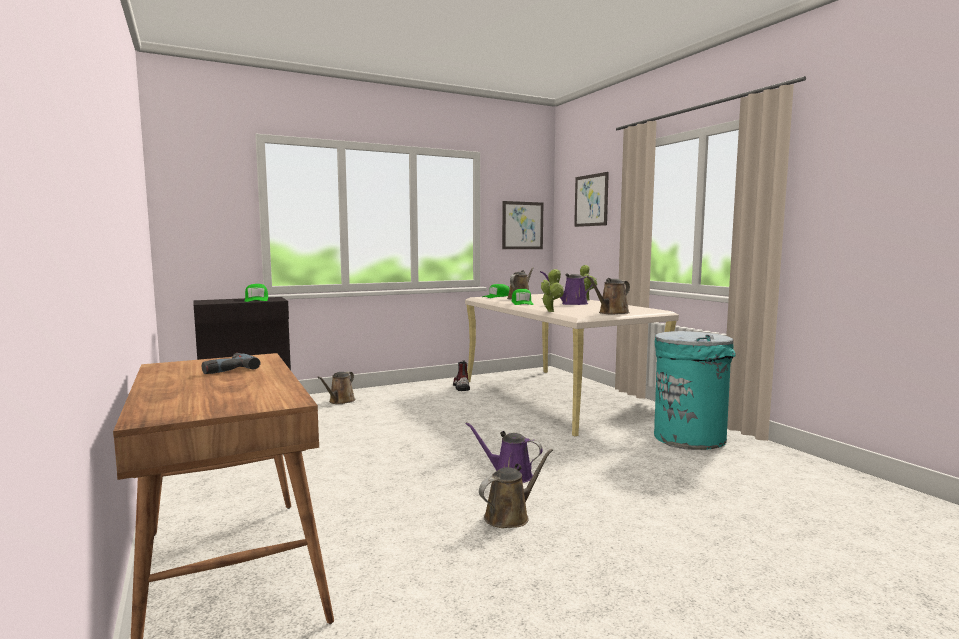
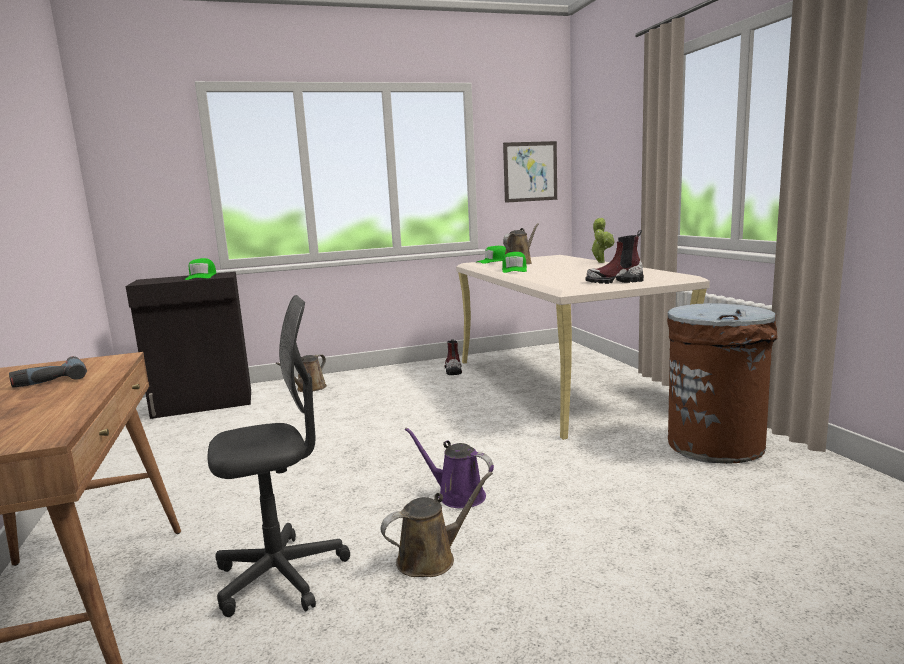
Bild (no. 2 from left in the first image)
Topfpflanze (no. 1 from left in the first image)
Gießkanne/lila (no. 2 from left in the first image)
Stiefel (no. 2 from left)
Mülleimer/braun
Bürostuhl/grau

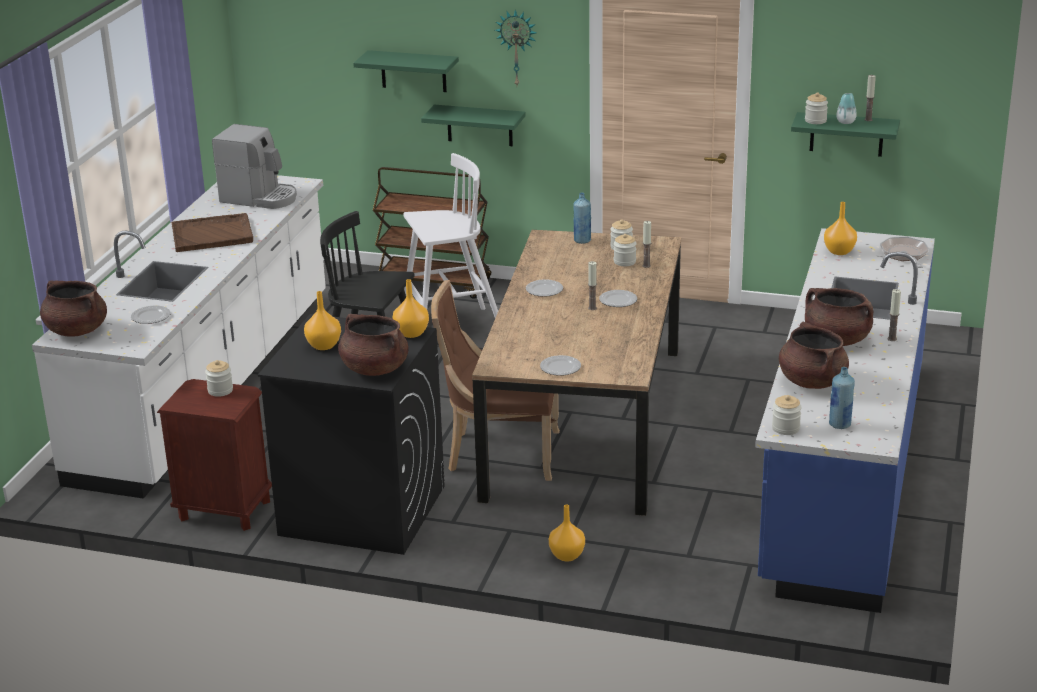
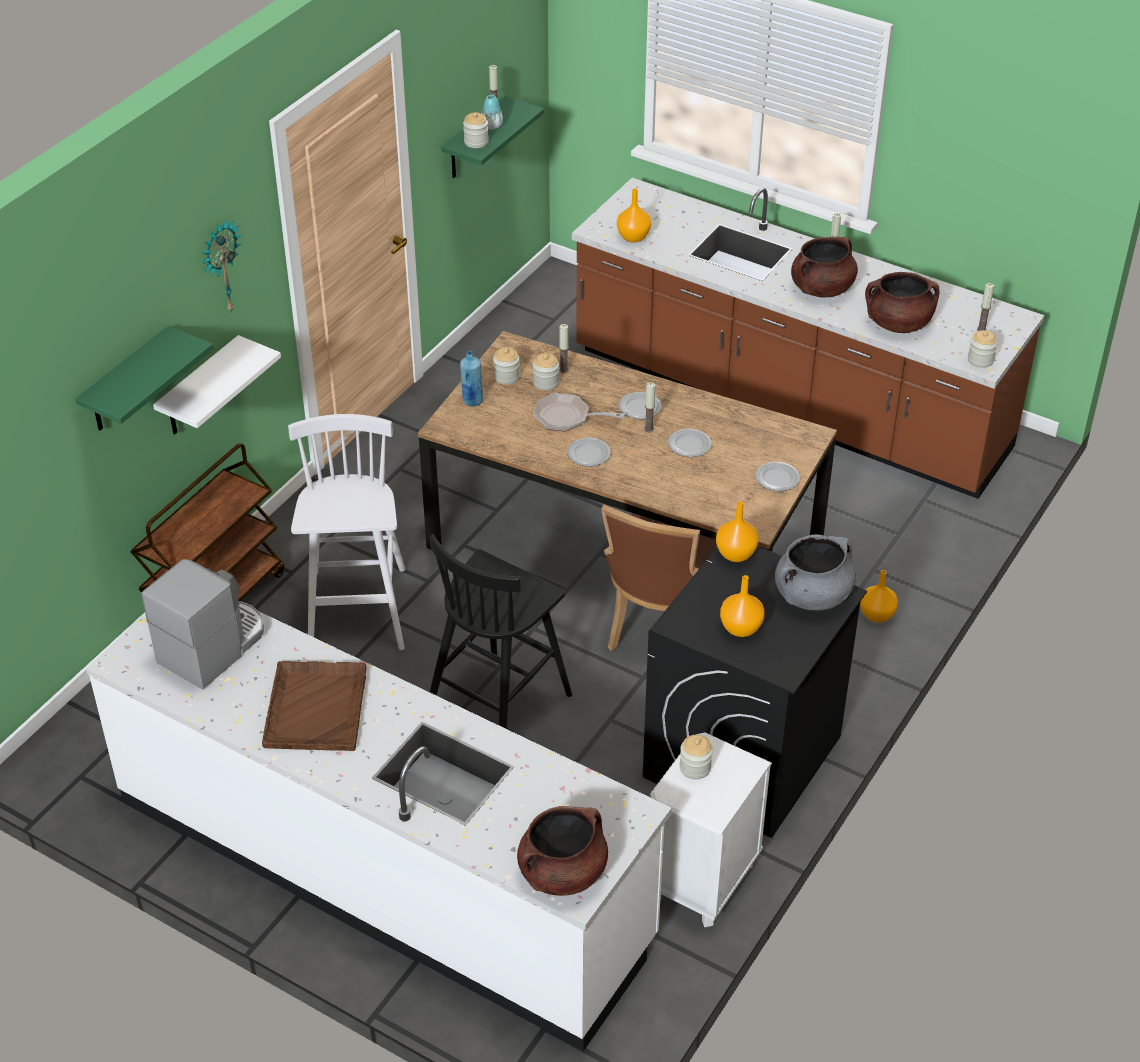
Wandregal/weiß
Küchenzeile/braun
Pfanne
Teller (no. 3 from left)
Kochtopf/grau
Kerze (no. 5 from left)
Nachttisch/weiß

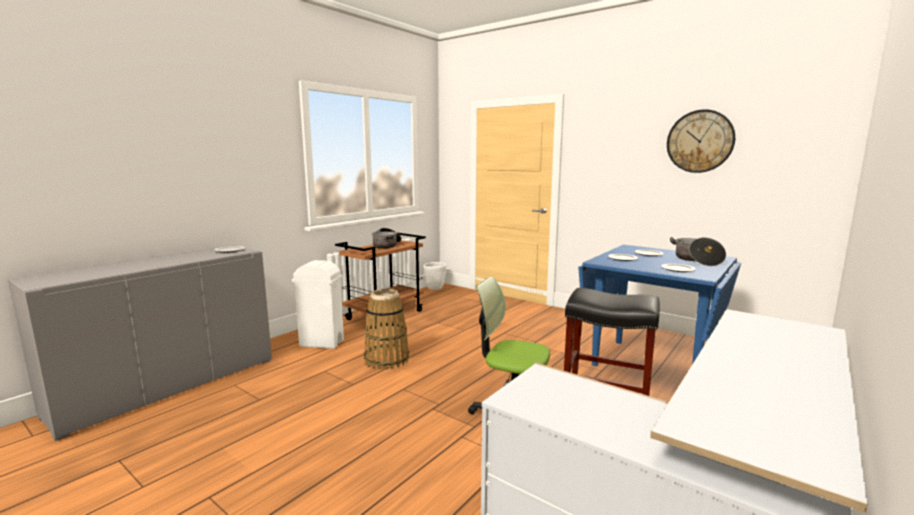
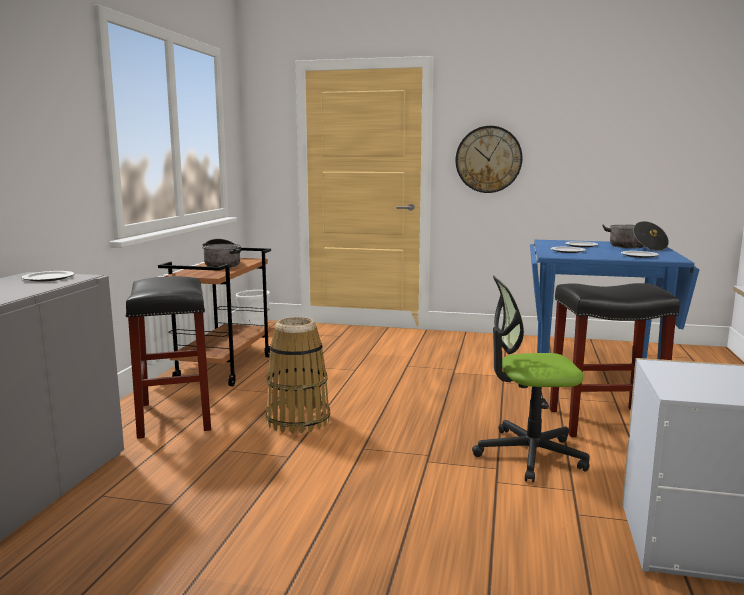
Wanduhr
Hocker/schwarz (no. 1 from left)

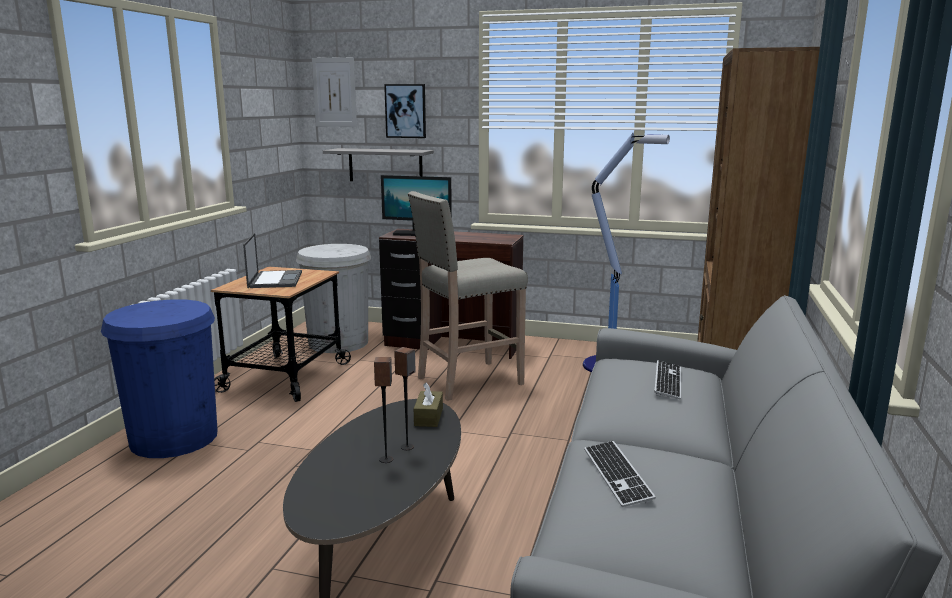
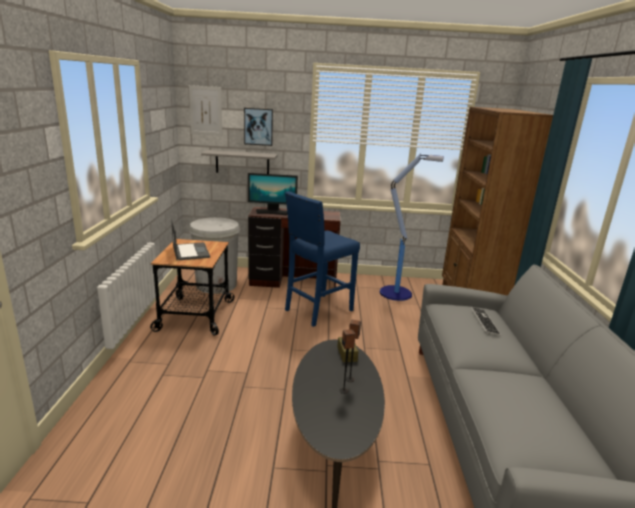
Hocker/blau
Mülleimer/blau
Tastatur (no. 1 from left in the first image)

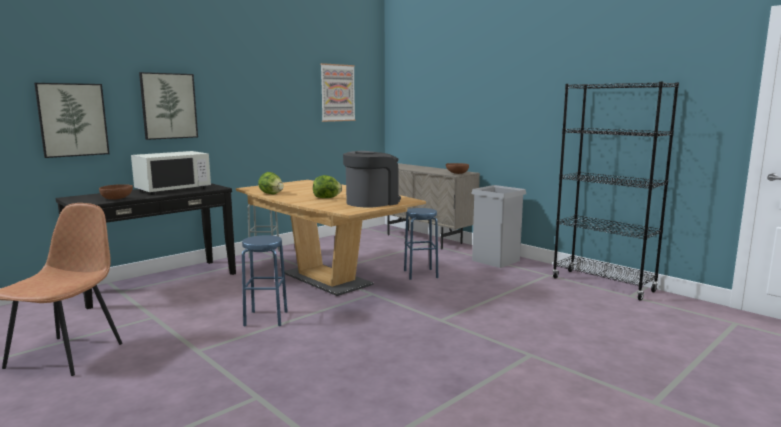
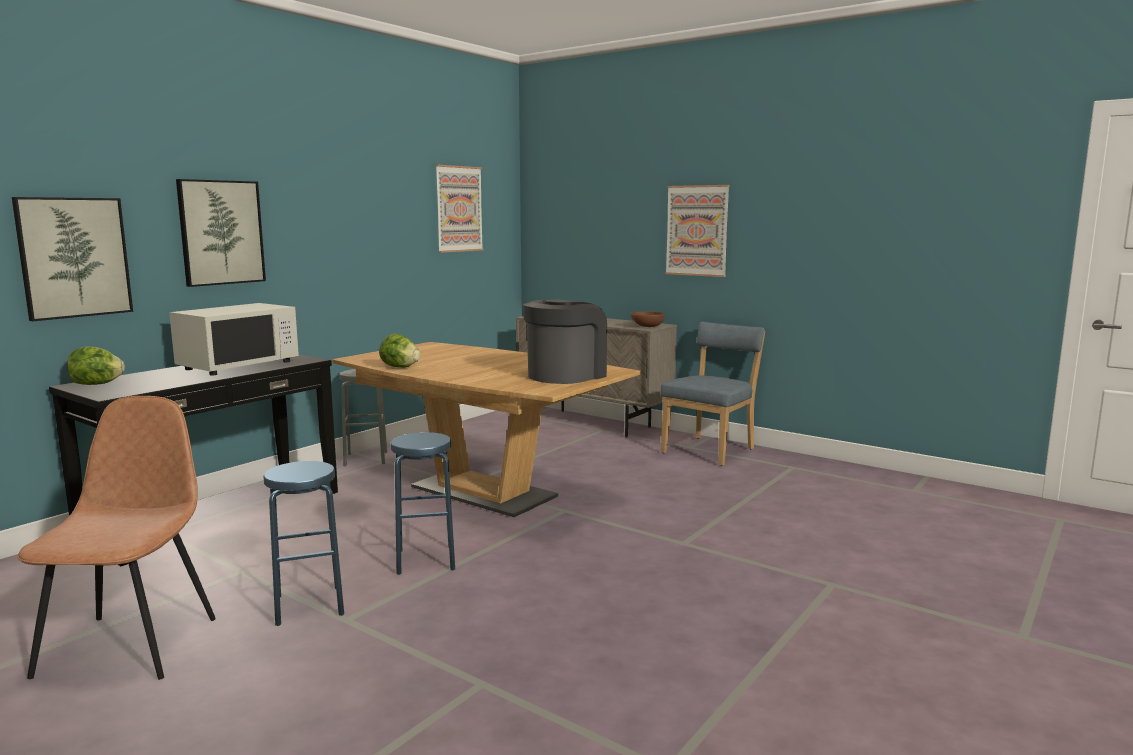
Bücherregal/schwarz
Salatkopf (no. 1 from left)
Schüssel/braun (no. 1 from left in the first image)
Stuhl/blau
Hocker/blau (no. 1 from left)
Bild (no. 4 from left)

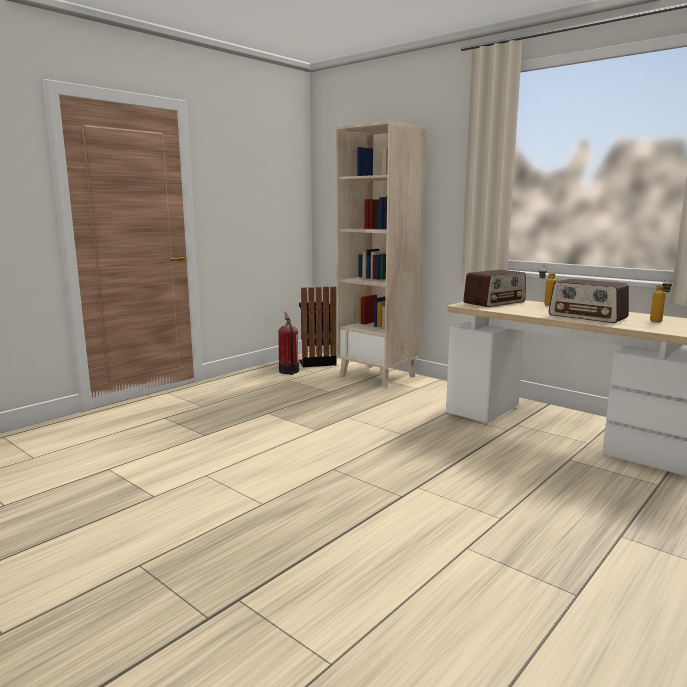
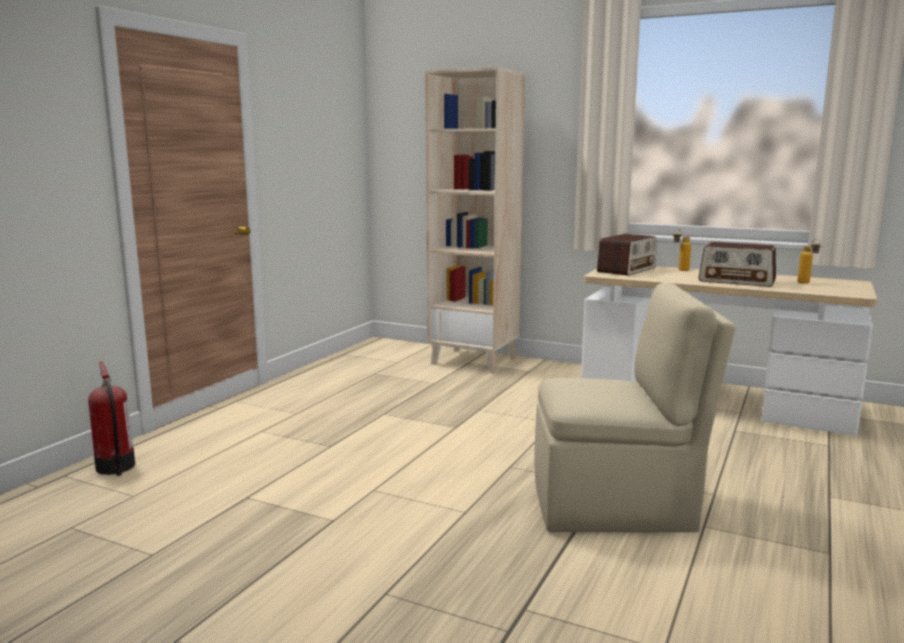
Mülleimer/schwarz
Feuerlöscher
Stuhl/beige

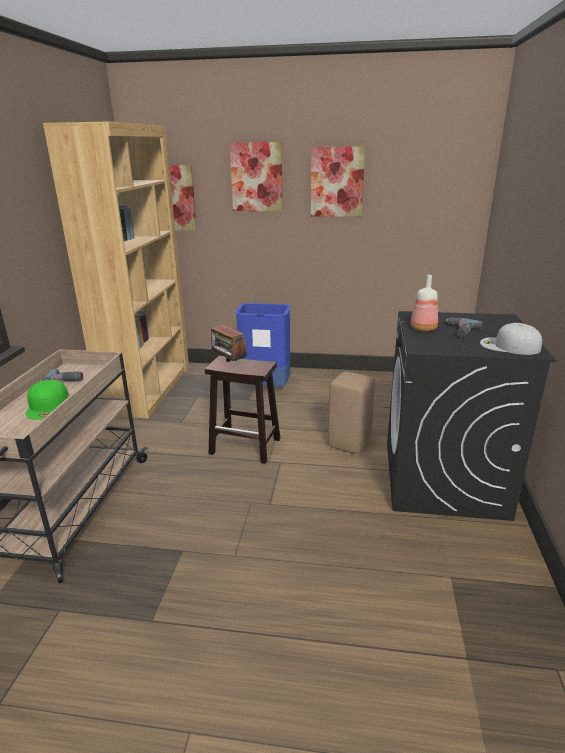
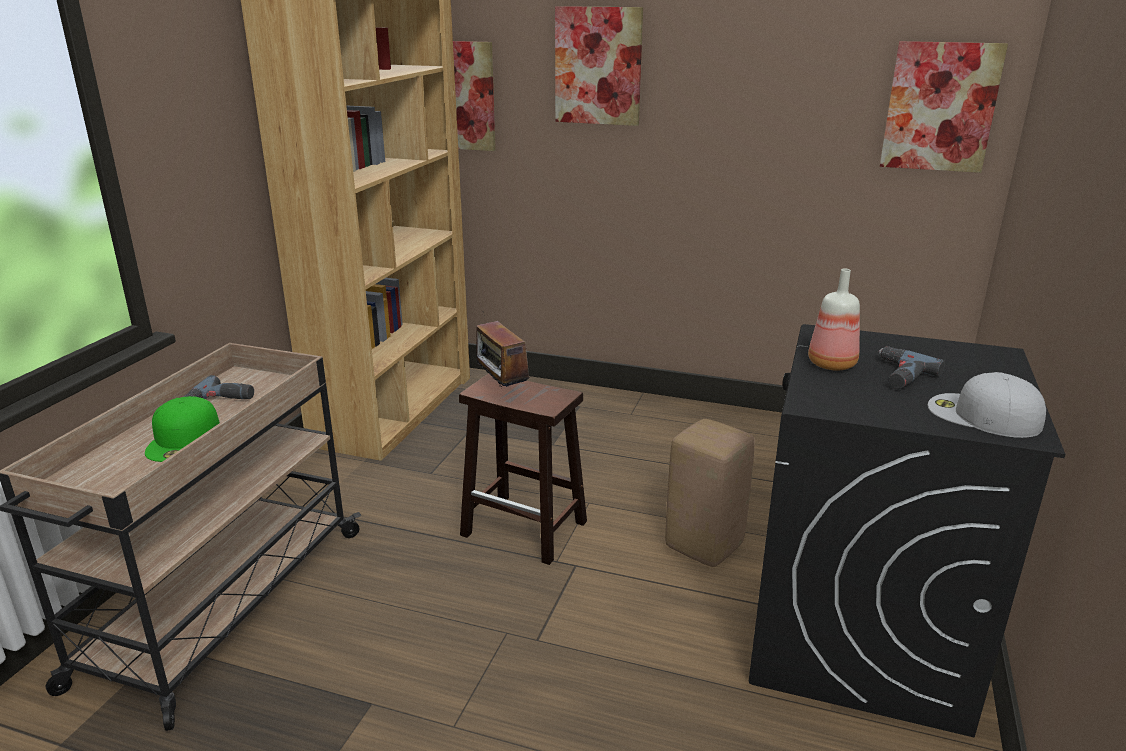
Bild (no. 3 from left)
Mülleimer/blau

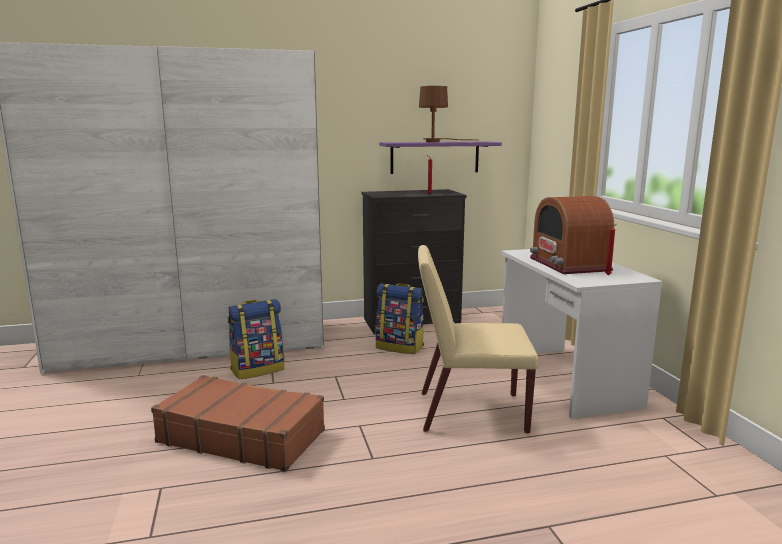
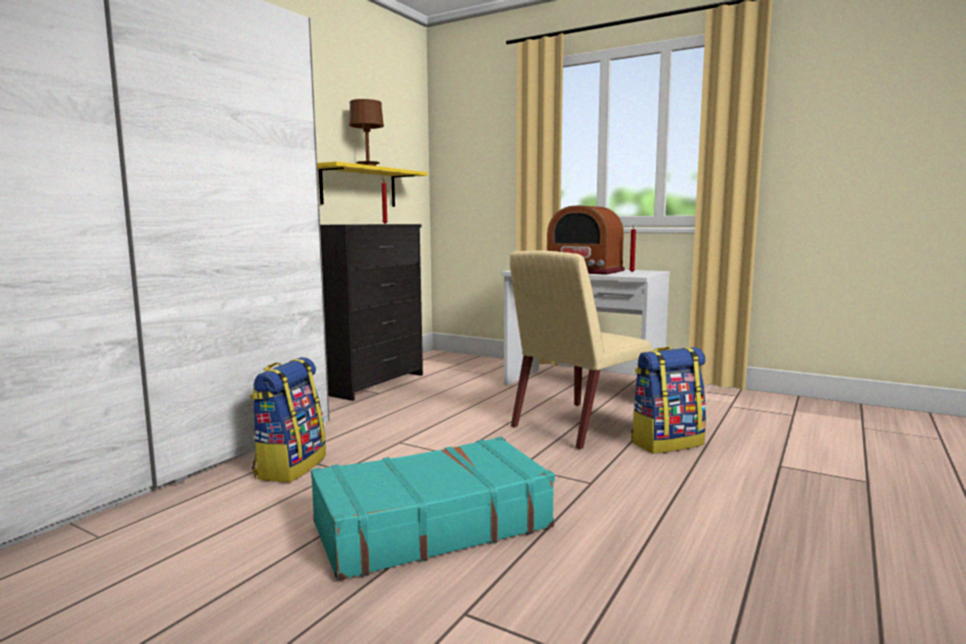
Wandregal/gelb
Rucksack (no. 2 from left)
Koffer/türkis

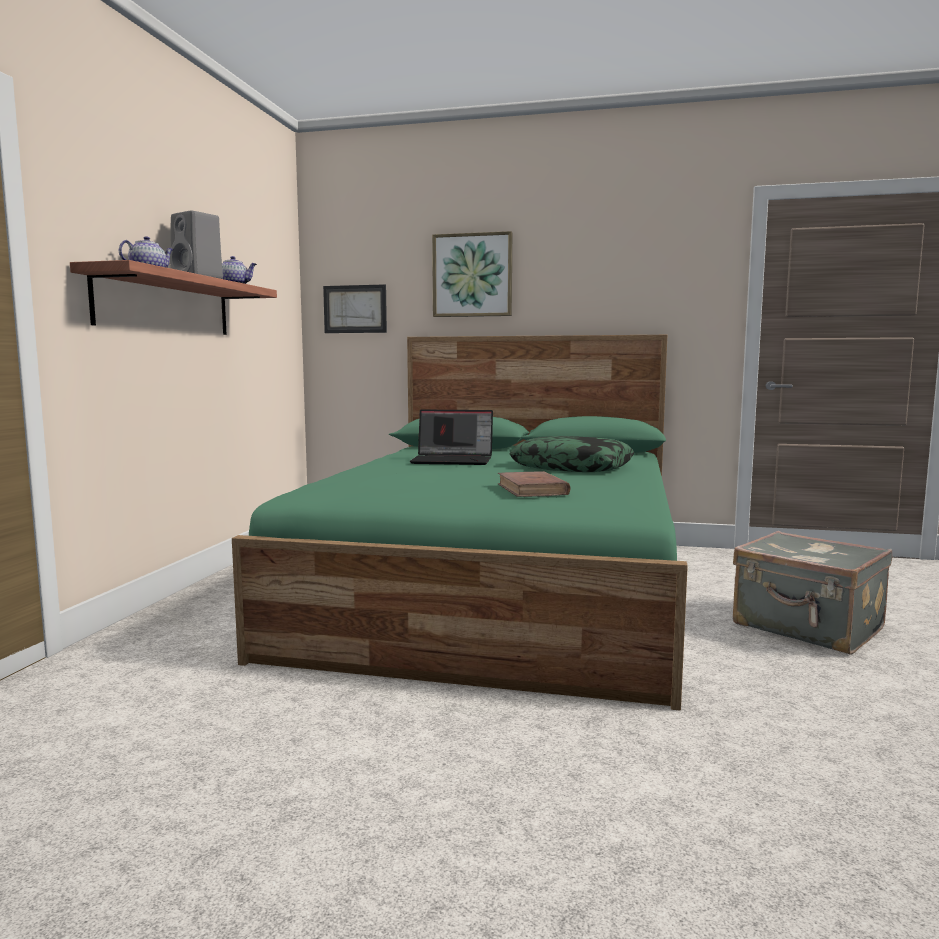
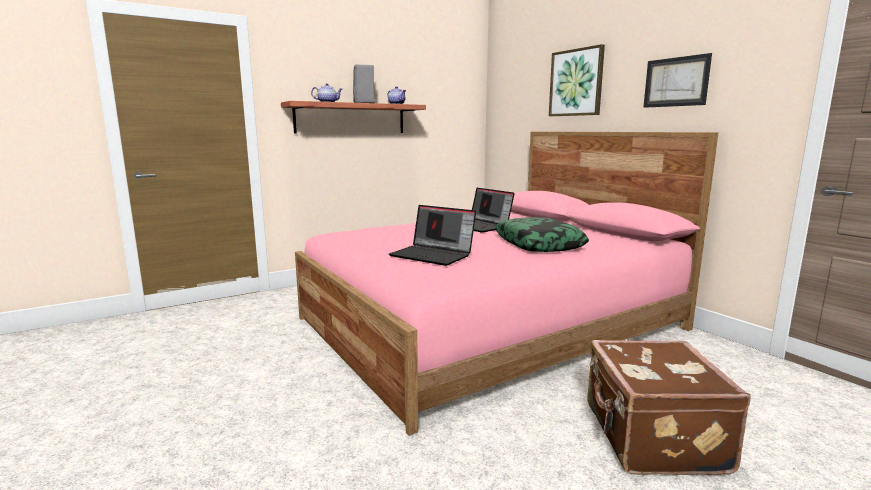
Bild (no. 2 from left)
Bett/rosa
Laptop (no. 1 from left)
Koffer/braun

